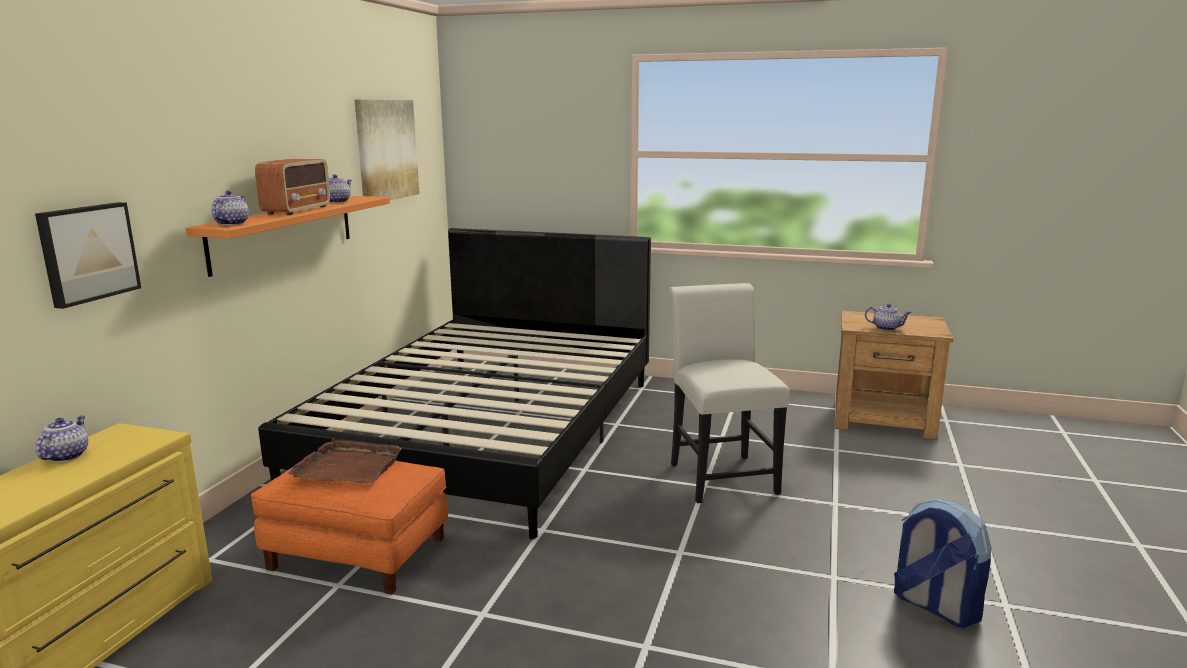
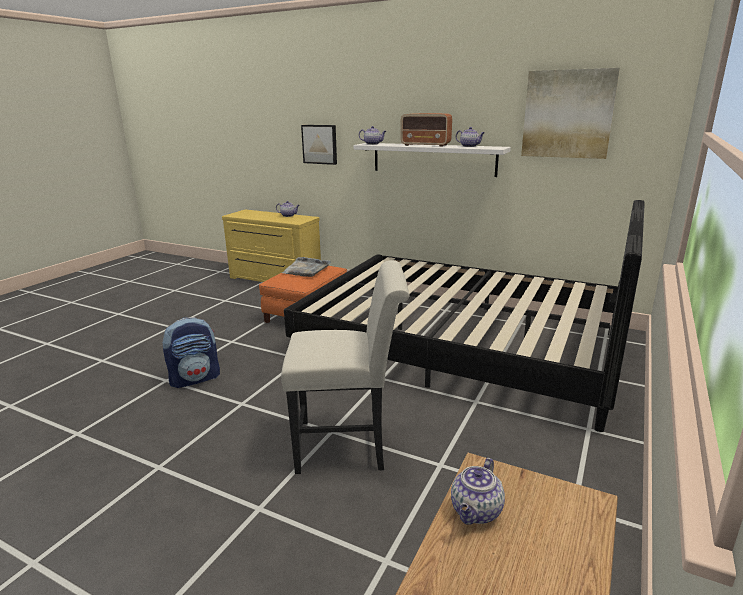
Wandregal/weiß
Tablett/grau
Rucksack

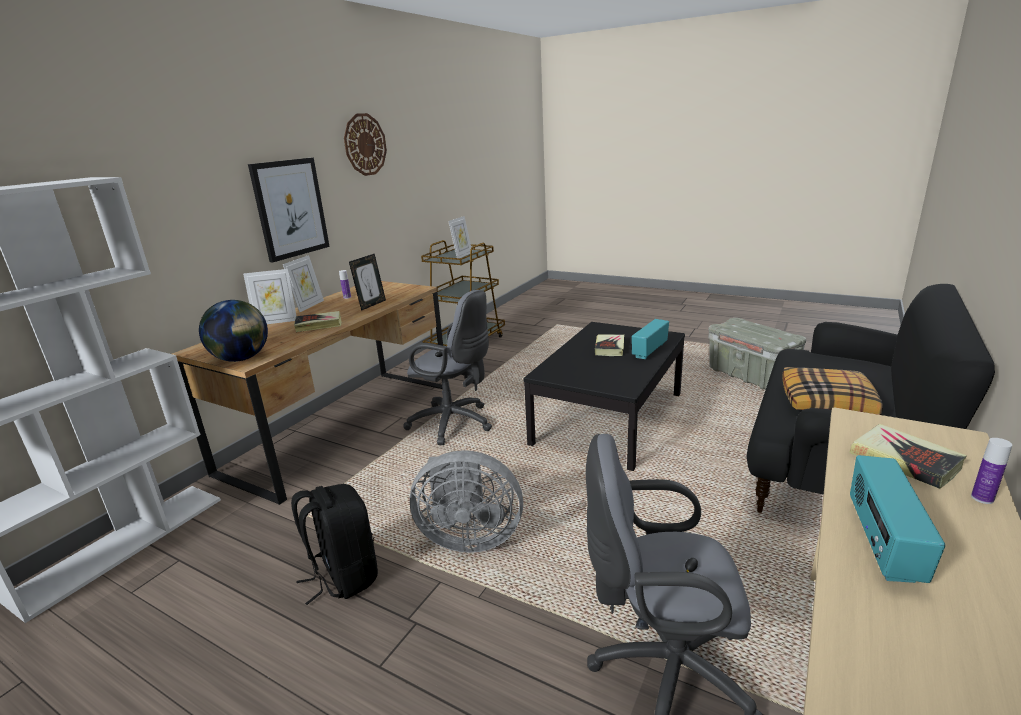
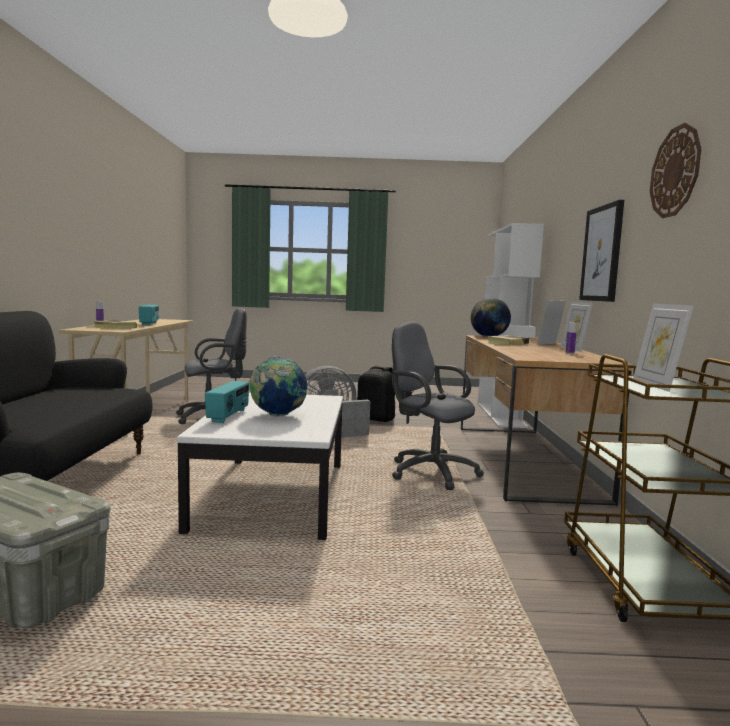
Bilderrahmen (no. 3 from left in the first image)
Bürostuhl/grau (no. 2 from left)
Couchtisch/weiß
Globus (no. 1 from left)
Kissen

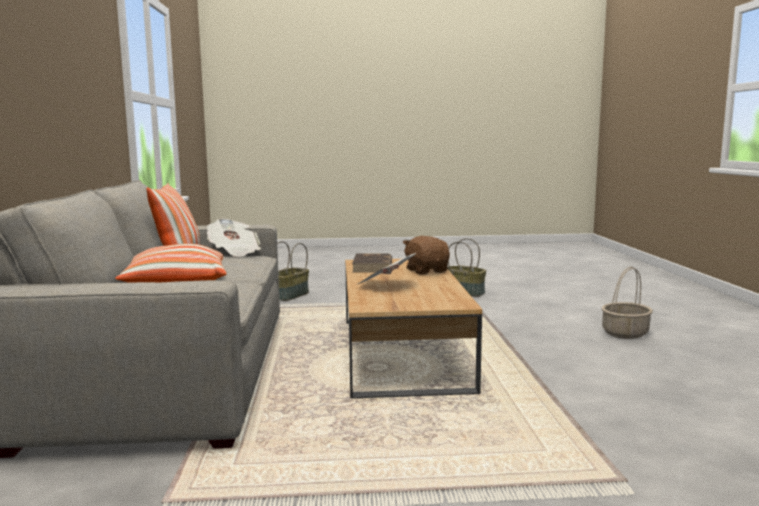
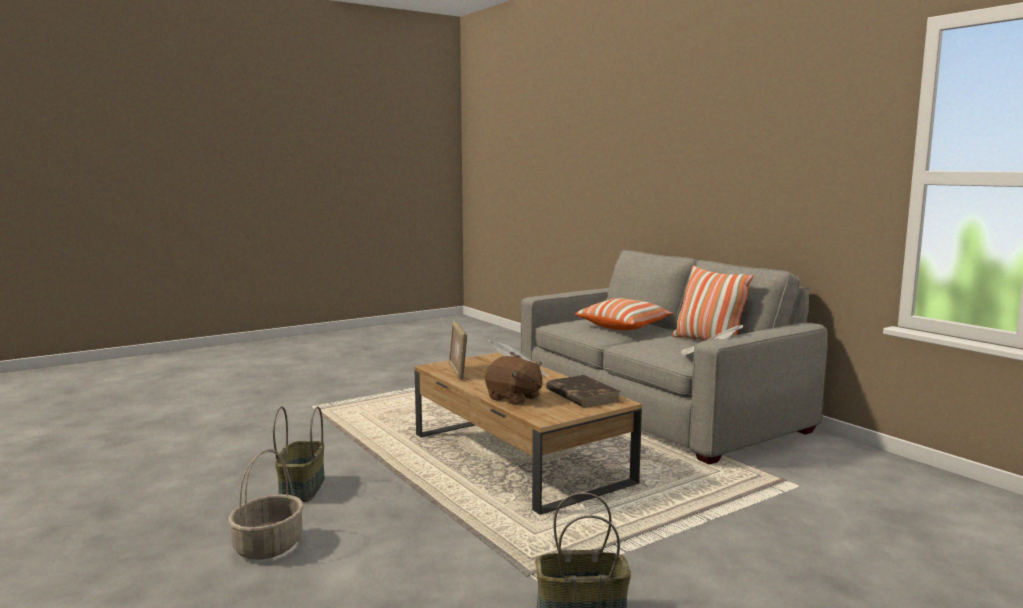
Korb (no. 2 from left)
Bilderrahmen

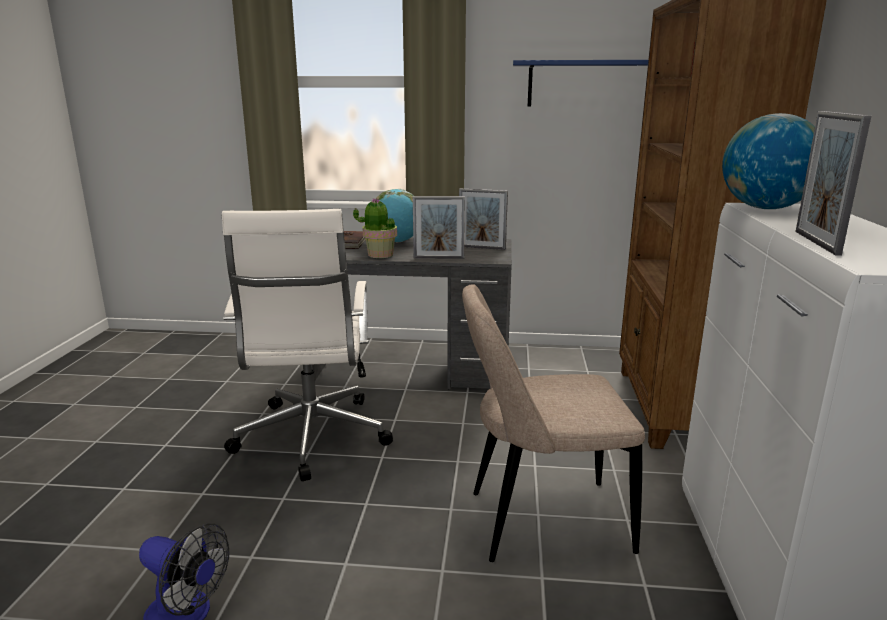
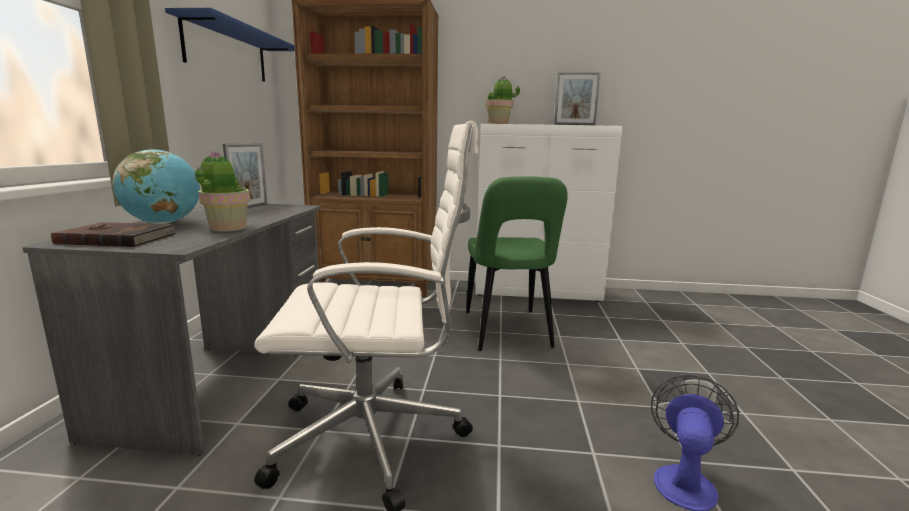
Topfpflanze (no. 2 from left)
Bilderrahmen (no. 1 from left in the first image)
Stuhl/grün

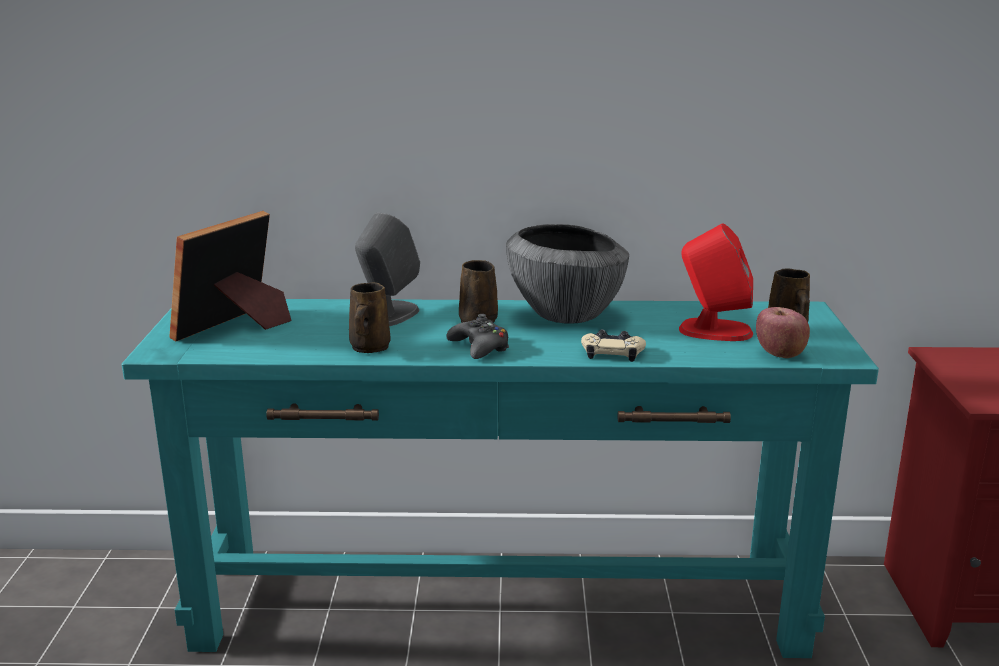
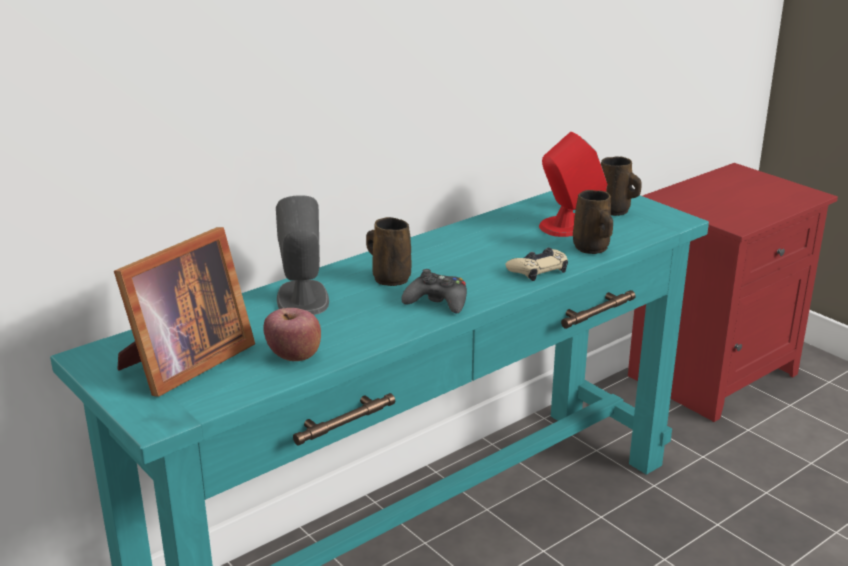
Bilderrahmen
Schüssel
Henkelbecher/braun (no. 2 from left)
Apfel

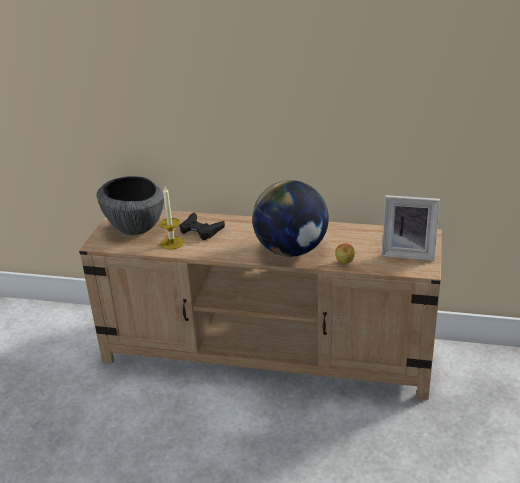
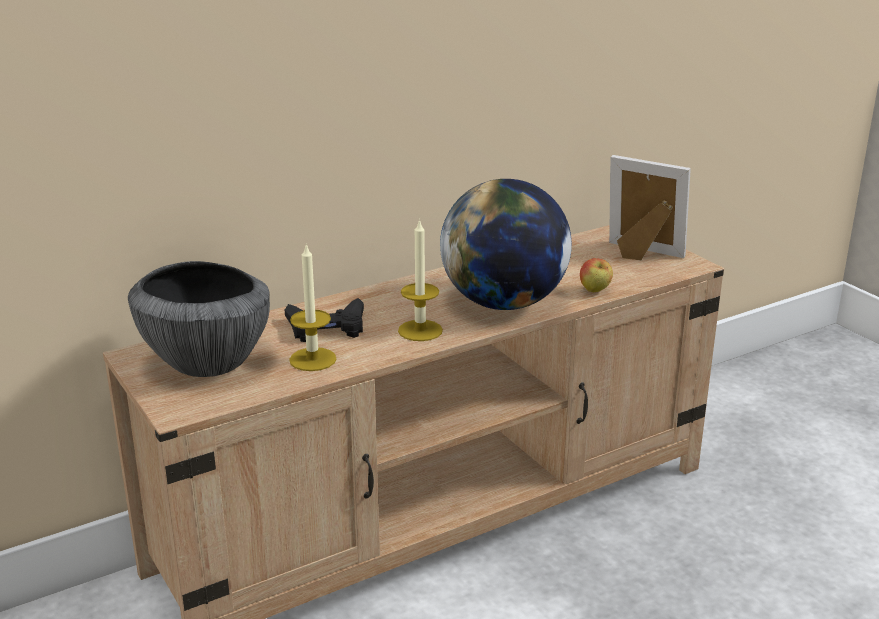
Bilderrahmen
Kerze (no. 2 from left)

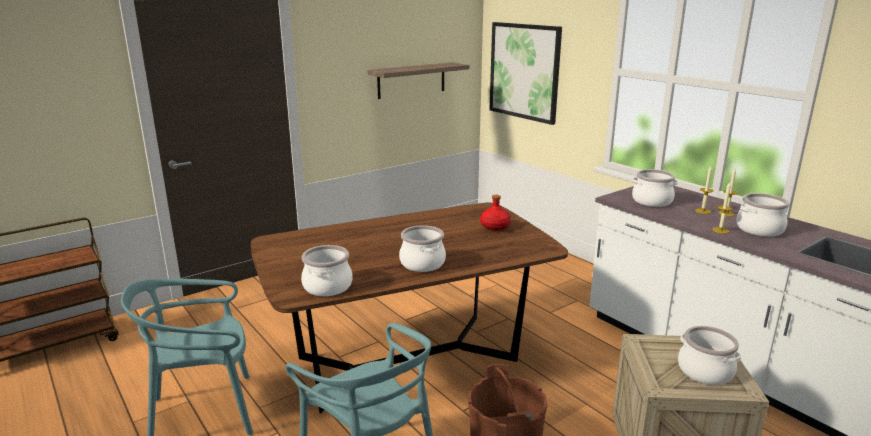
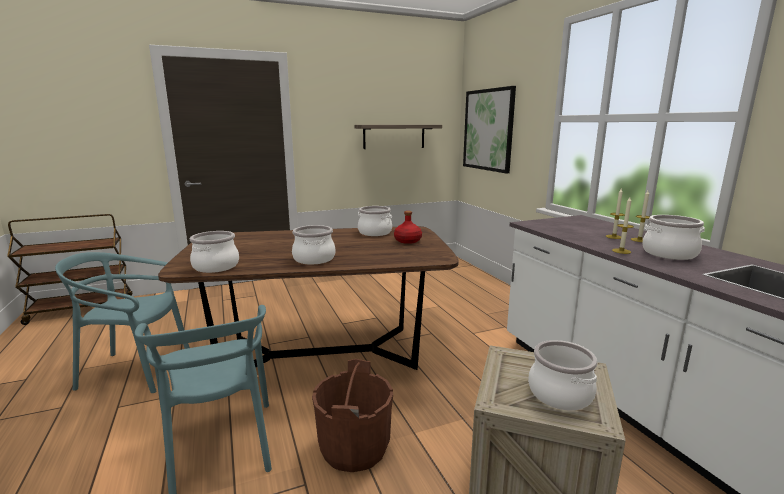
Kochtopf (no. 3 from left)

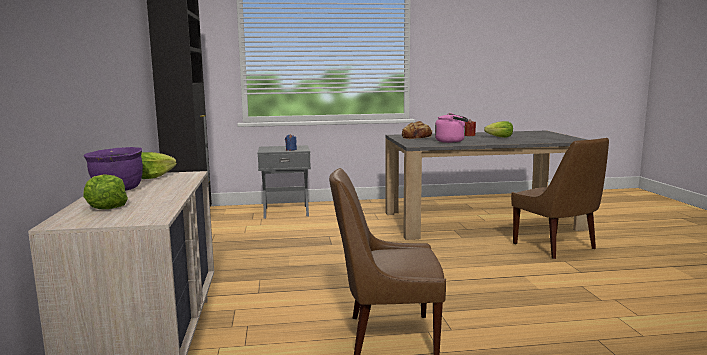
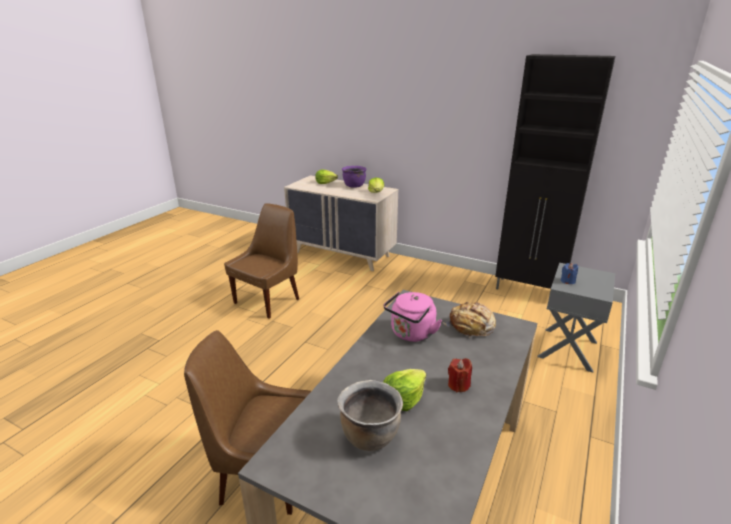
Kochtopf/braun

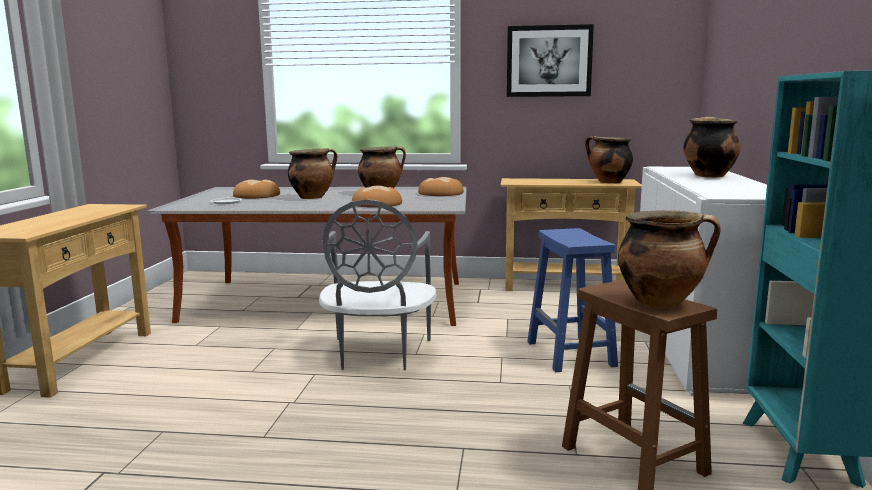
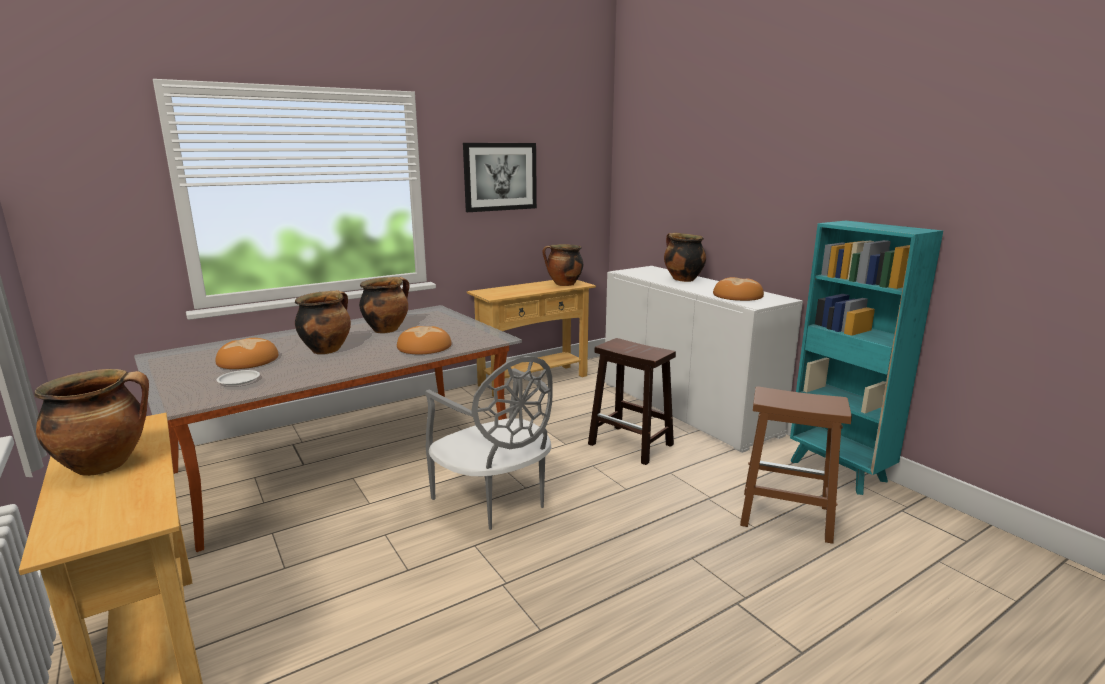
Brot (no. 3 from left)
Kochtopf (no. 1 from left)
Hocker/braun (no. 1 from left)

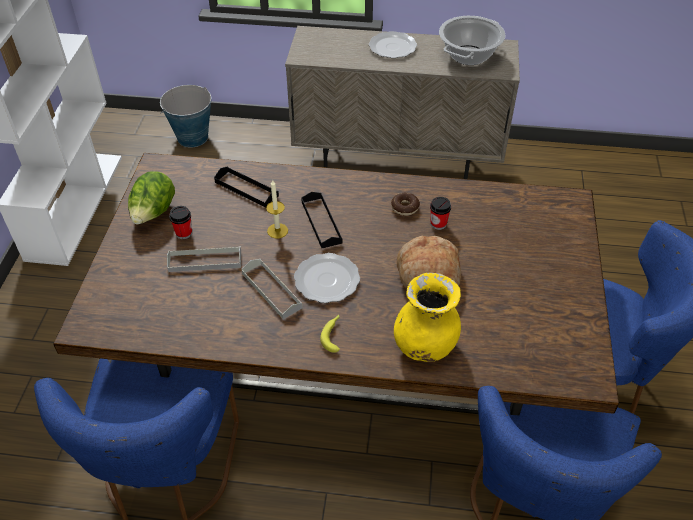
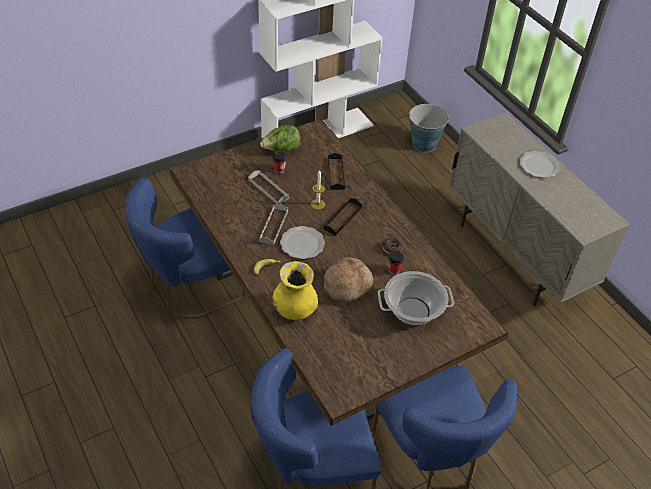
Kochtopf

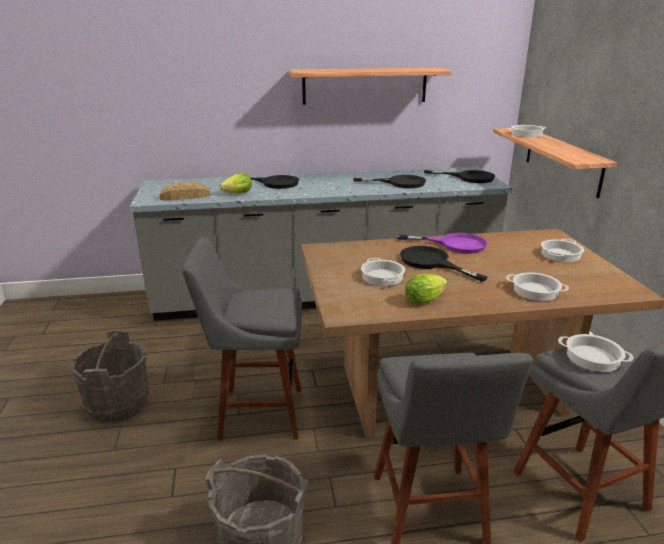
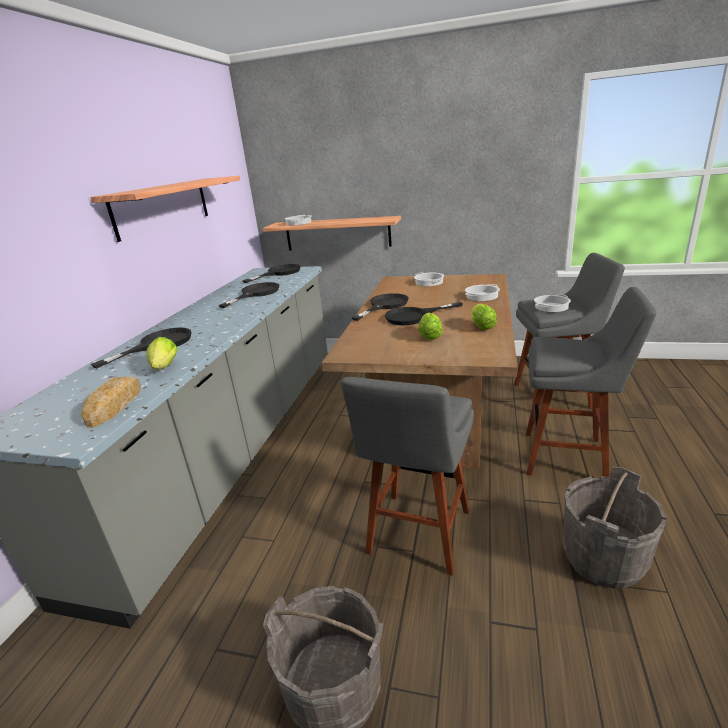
Pfanne/schwarz (no. 4 from left)
Salatkopf (no. 2 from left)

